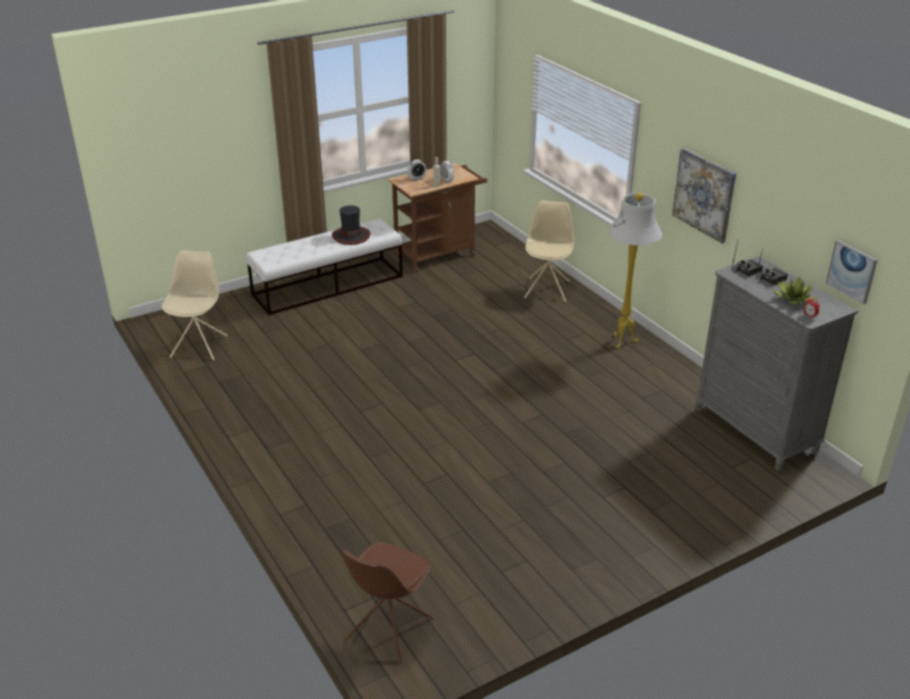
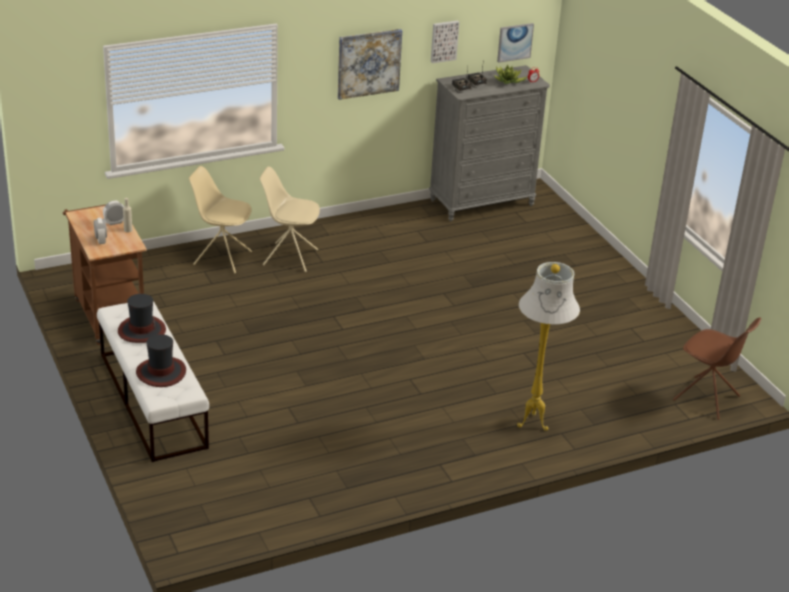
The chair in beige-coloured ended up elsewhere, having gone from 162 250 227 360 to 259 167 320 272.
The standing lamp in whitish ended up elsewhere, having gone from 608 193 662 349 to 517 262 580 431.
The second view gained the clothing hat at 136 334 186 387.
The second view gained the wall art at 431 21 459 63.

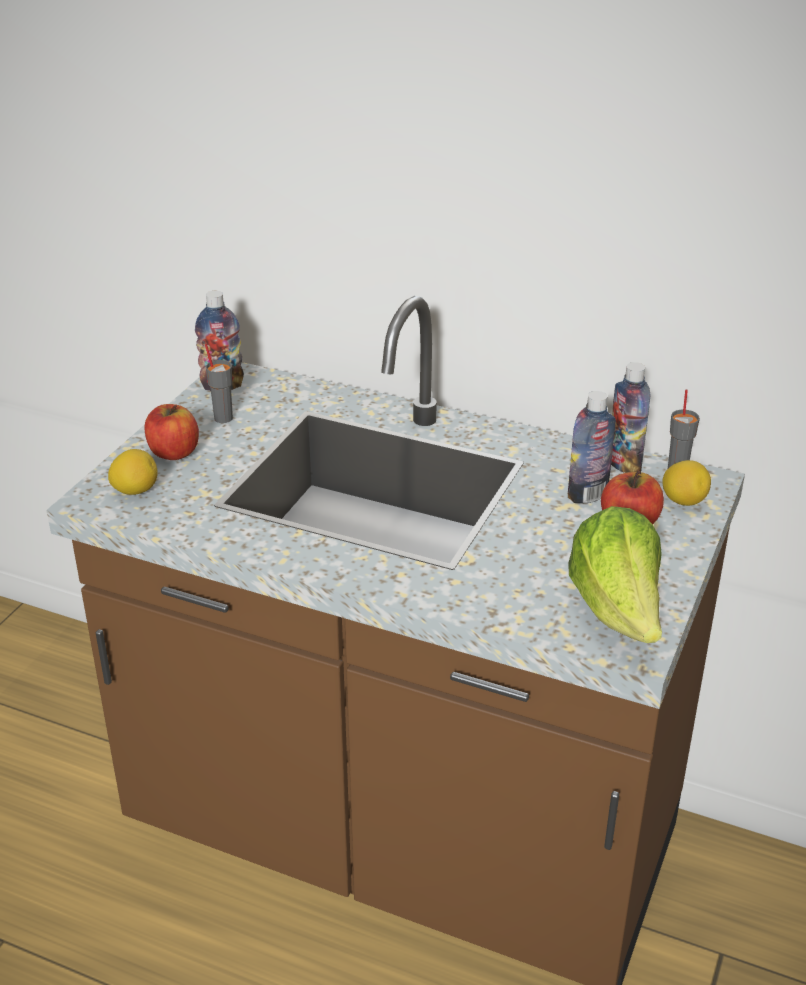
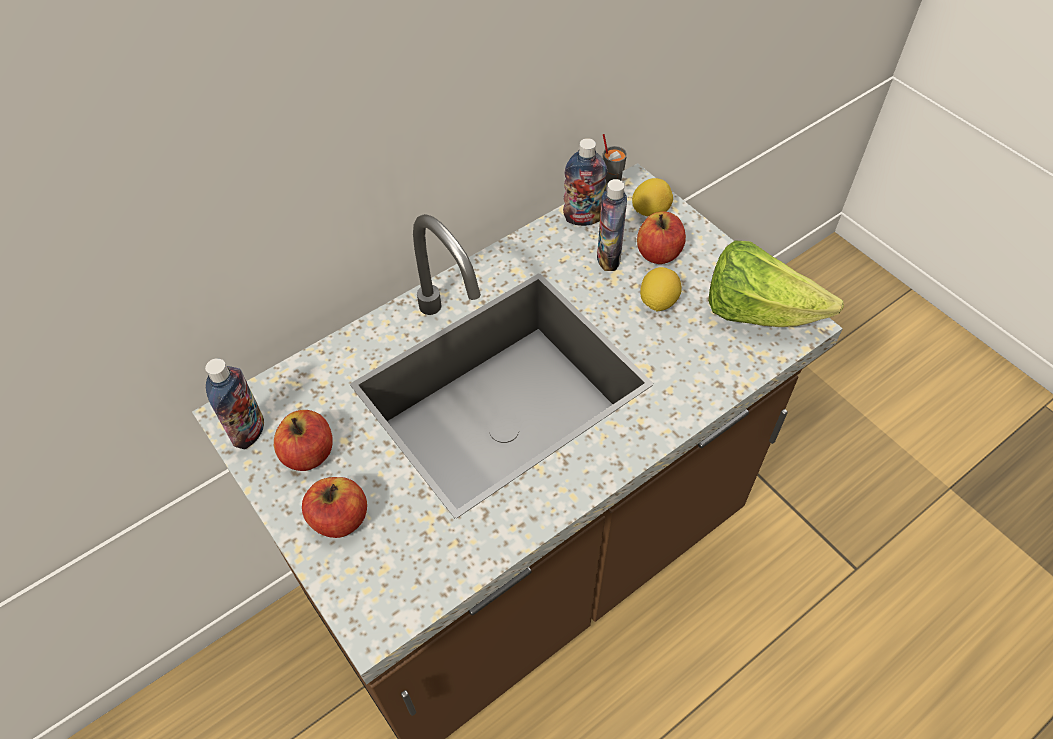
The citrus fruit ended up elsewhere, having gone from 108 449 158 495 to 640 267 682 311.
Where the small cup in gray stood at 205 344 233 423, the apple fruit came to stand at 274 410 333 471.

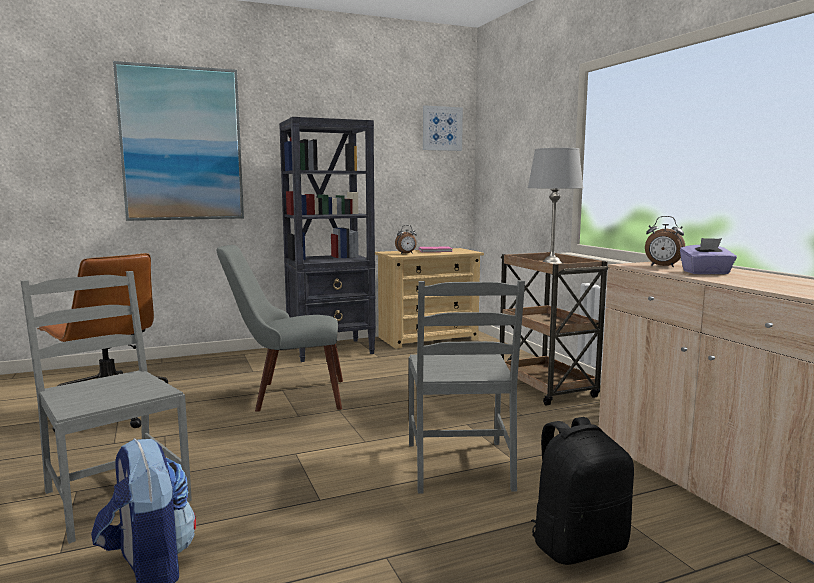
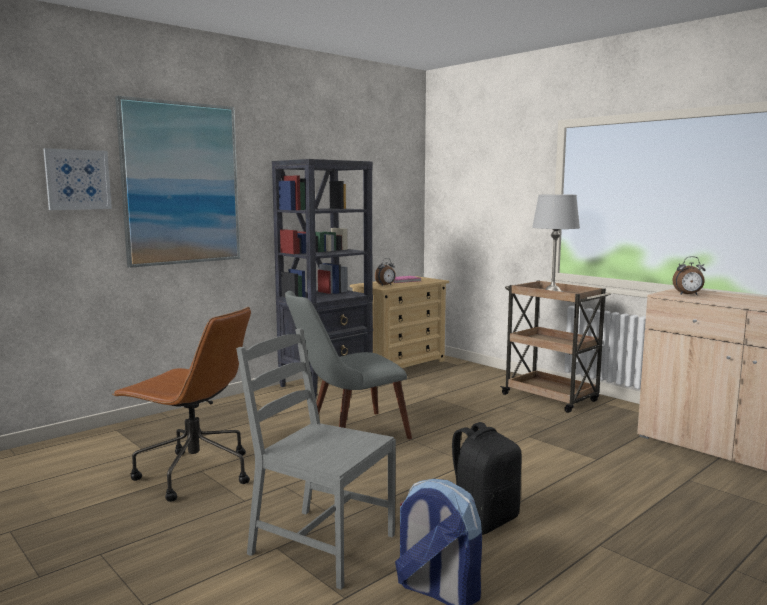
The second view lost the chair in gray at 409 280 525 494.
The wall art ended up elsewhere, having gone from 423 105 463 151 to 43 148 112 210.
The backpack in black ended up elsewhere, having gone from 531 417 634 565 to 452 422 522 535.
The second view lost the box of tissues in purple-coloured at 680 238 737 274.

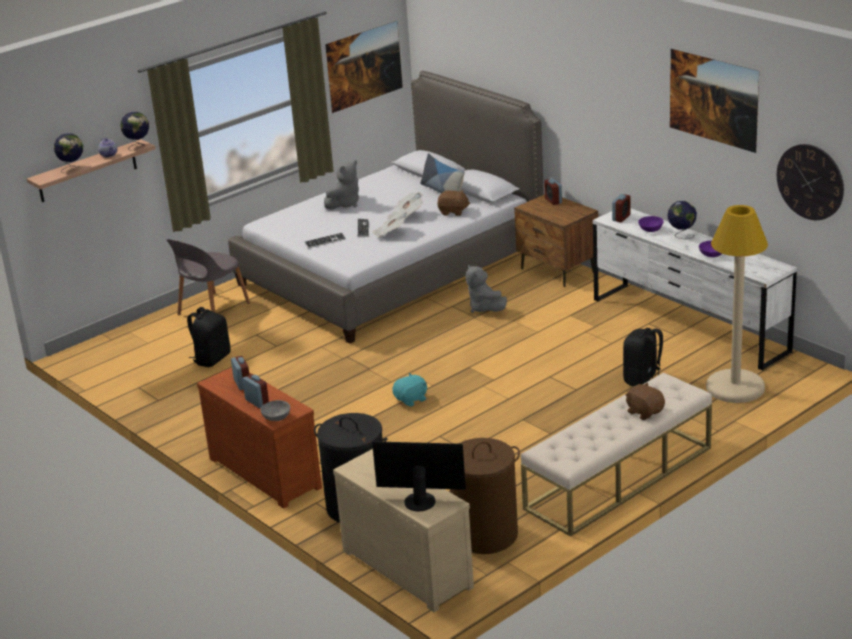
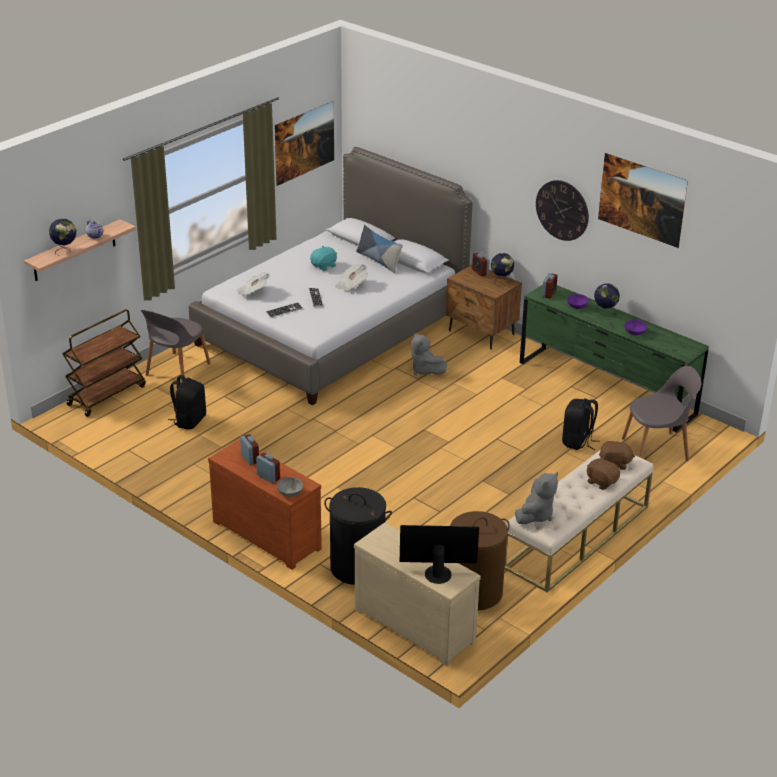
The world globe ended up elsewhere, having gone from 120 112 149 151 to 491 253 514 286.
The cuddly toy in gray ended up elsewhere, having gone from 324 160 359 209 to 515 472 558 524.
The daily paper ended up elsewhere, having gone from 373 211 408 238 to 237 272 270 297.
The cuddly toy in turquoise ended up elsewhere, having gone from 392 373 427 407 to 310 246 337 271.
The cuddly toy in brown-coloured ended up elsewhere, having gone from 437 190 470 216 to 599 440 635 470.
What was the chest of drawers in whitish at 593 208 797 371 turned into the chest of drawers in green-coloured at 520 285 709 433.
Where the standing lamp in beige-coloured stood at 706 205 768 403, the chair in gray came to stand at 622 366 701 461.
The wall clock ended up elsewhere, having gone from 777 144 844 220 to 536 180 589 241.
The second view gained the wheeled cart in brown-coloured at 63 309 146 417.

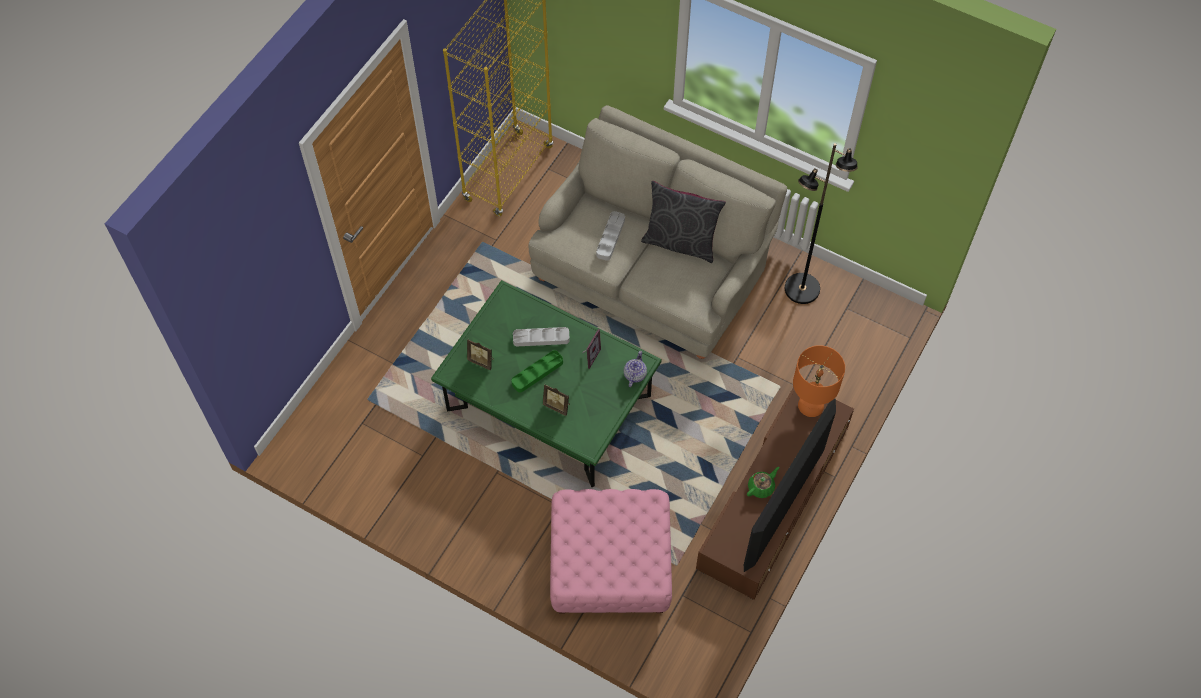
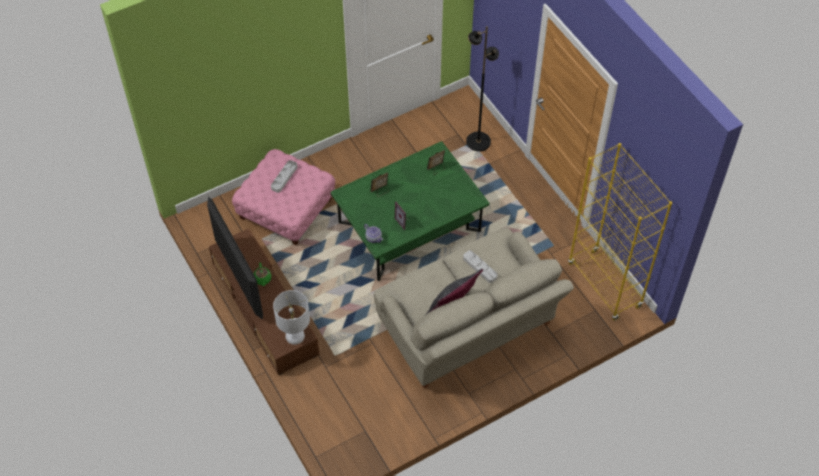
The second view lost the tray in green-coloured at 511 350 563 393.
The tray in gray ended up elsewhere, having gone from 513 327 570 346 to 271 160 298 193.
The standing lamp in black ended up elsewhere, having gone from 785 143 858 304 to 466 26 499 152.
What was the tabletop lamp in orange at 793 345 845 417 turned into the tabletop lamp in whitish at 273 290 310 345.

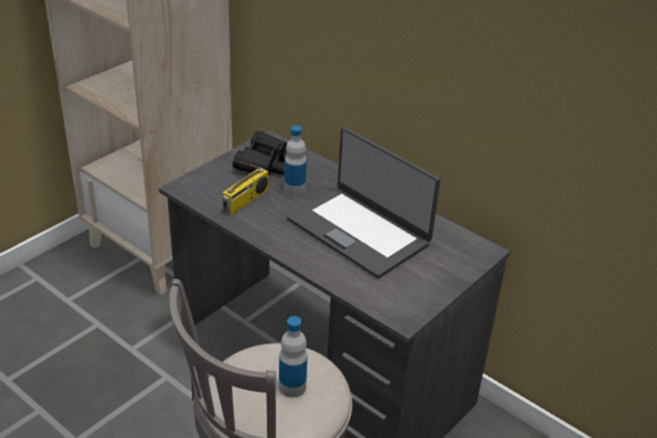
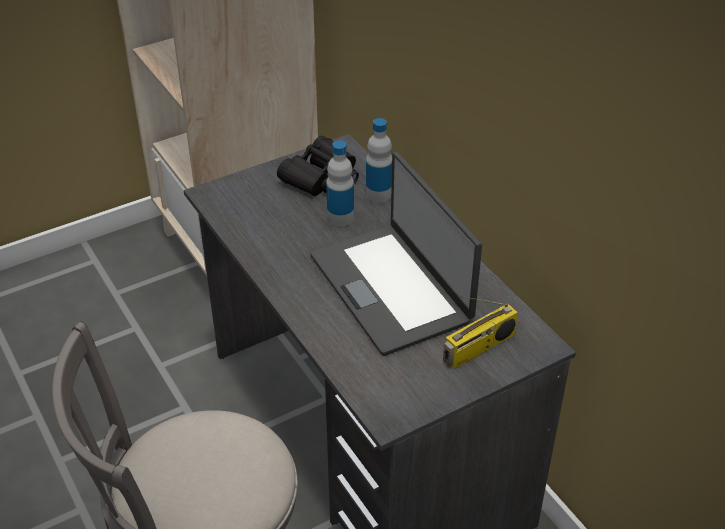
The radio ended up elsewhere, having gone from 222 158 268 215 to 443 296 518 369.
The beverage bottle ended up elsewhere, having gone from 279 316 307 398 to 366 118 392 203.

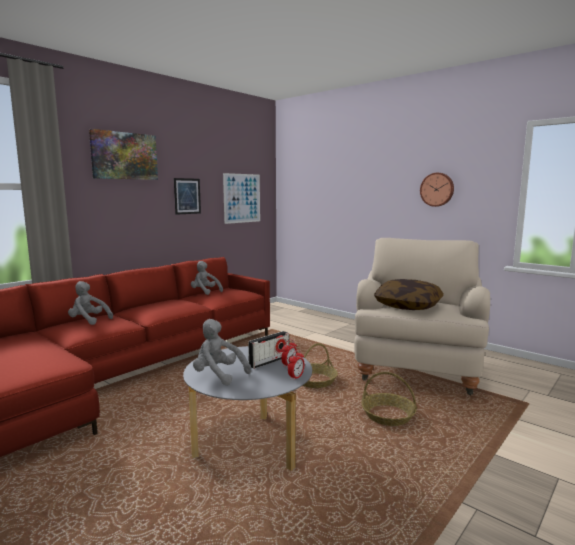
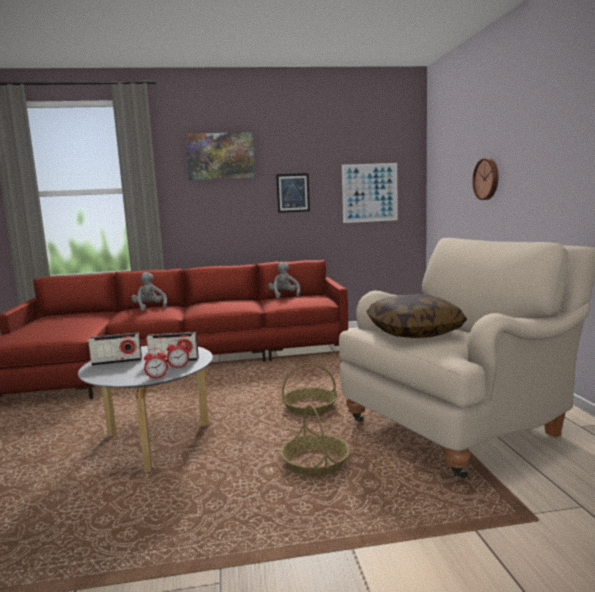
Where the cuddly toy in gray stood at 193 319 251 385, the radio came to stand at 88 333 142 366.
The wall clock ended up elsewhere, having gone from 420 173 454 207 to 472 158 498 200.

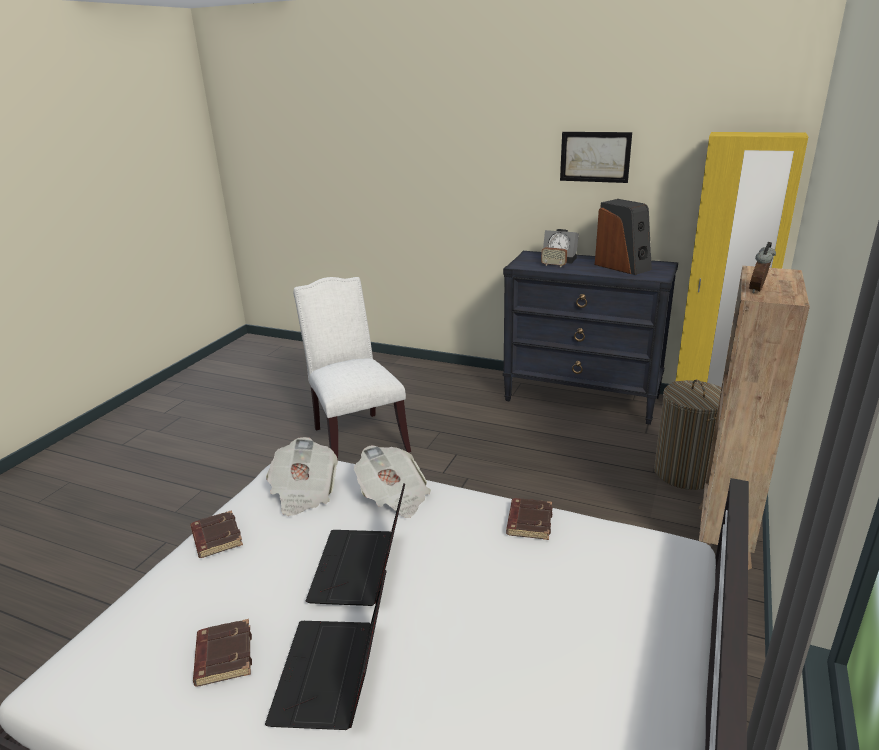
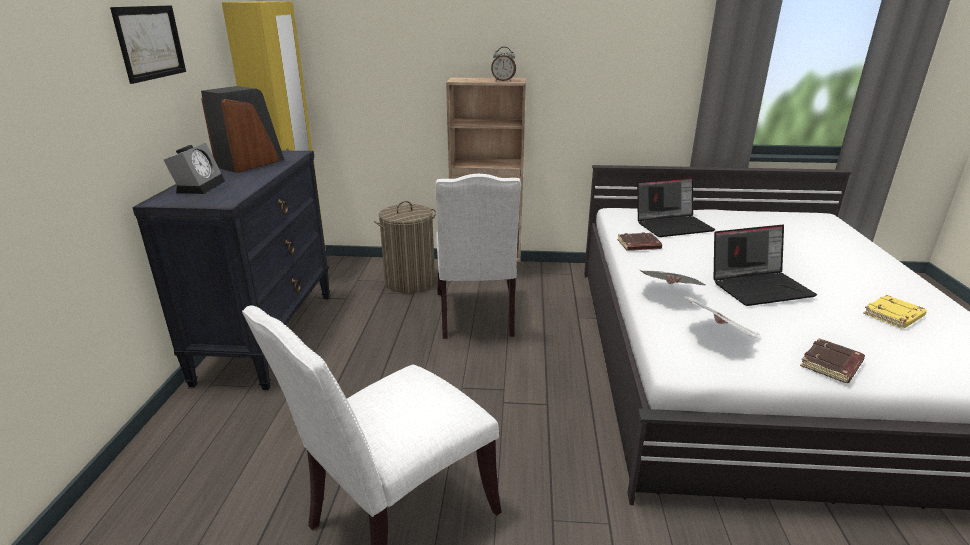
What was the book in brown-coloured at 193 619 252 686 turned into the book in yellow-coloured at 863 295 927 329.
The portable computer ended up elsewhere, having gone from 265 570 387 730 to 637 177 715 237.
The second view lost the radio at 541 235 567 267.
The second view gained the chair in whitish at 435 174 521 339.

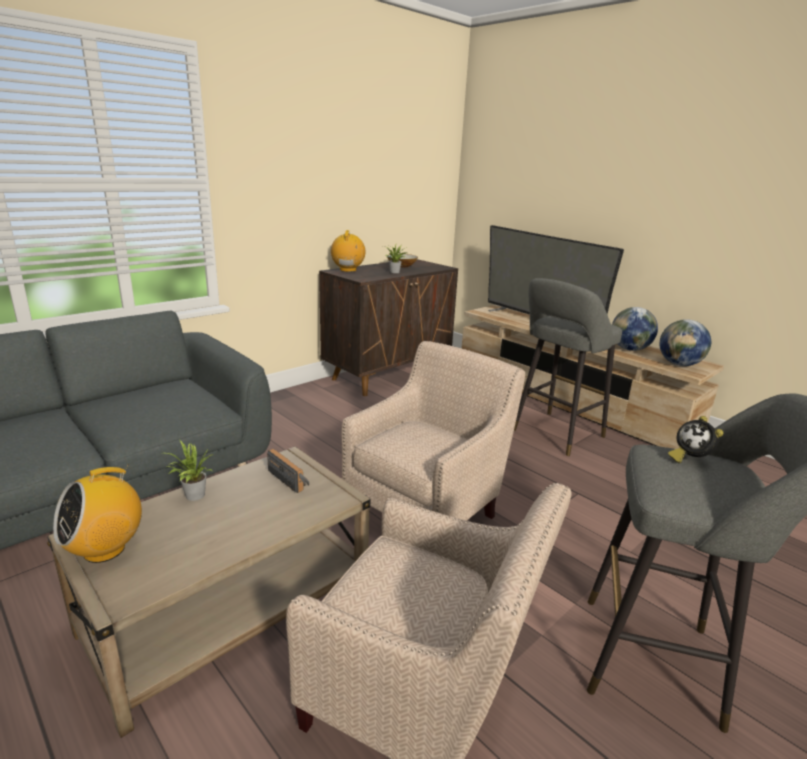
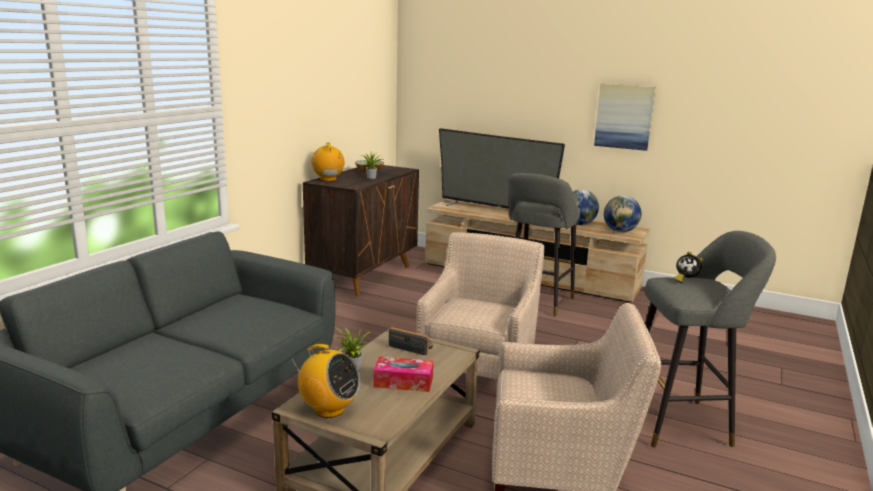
The radio at 53 464 142 563 ended up facing another way, 90 degrees counterclockwise from before.
The second view gained the box of tissues at 373 356 433 392.
The second view gained the wall art at 594 84 655 151.

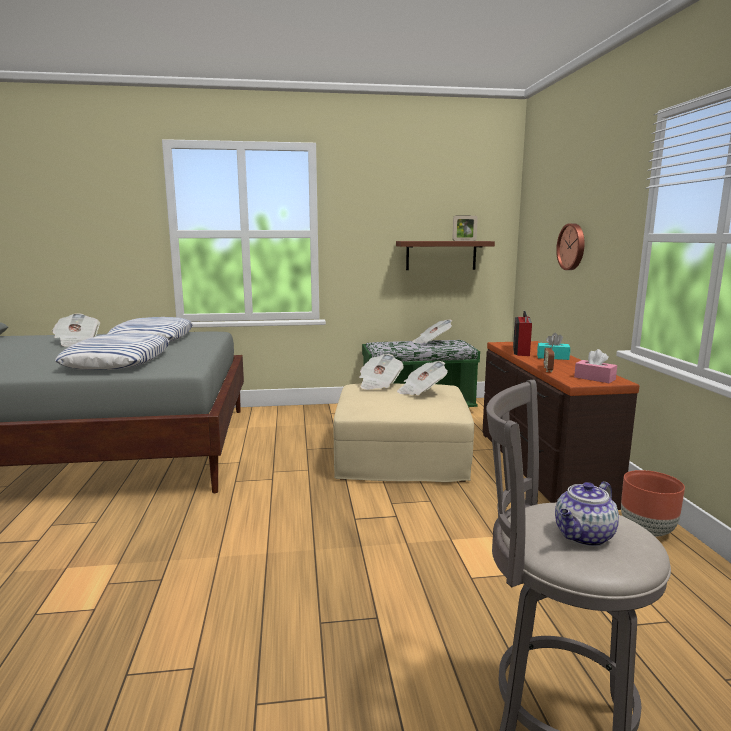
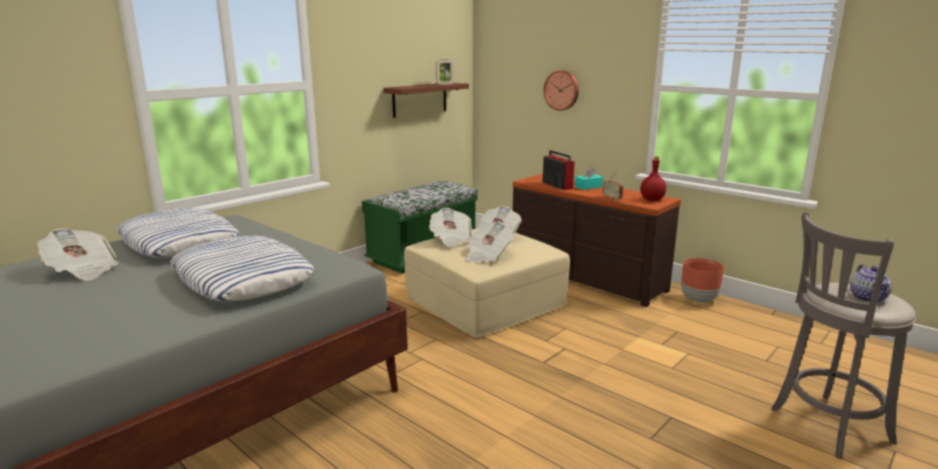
The daily paper ended up elsewhere, having gone from 412 319 452 343 to 466 222 514 262.
Where the box of tissues in pink-coloured stood at 574 349 617 383, the beverage bottle in reddish came to stand at 640 156 666 201.

